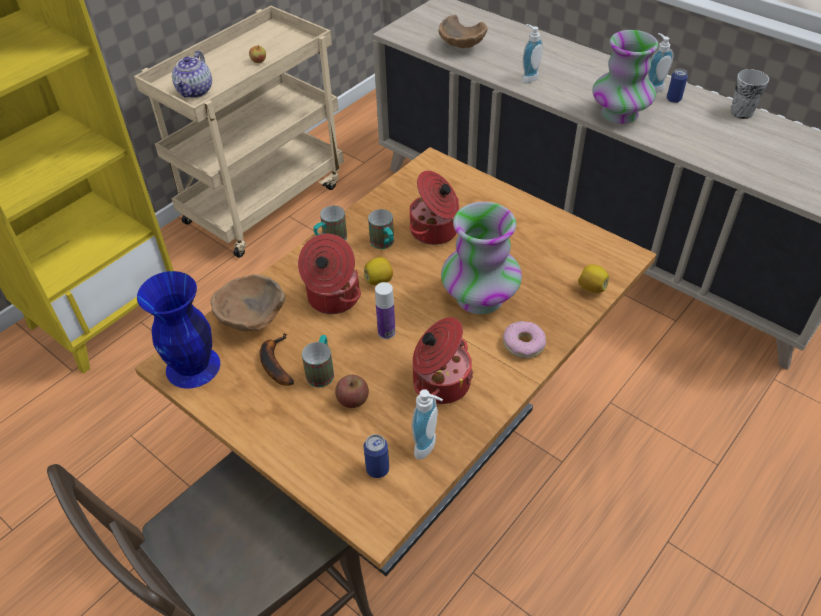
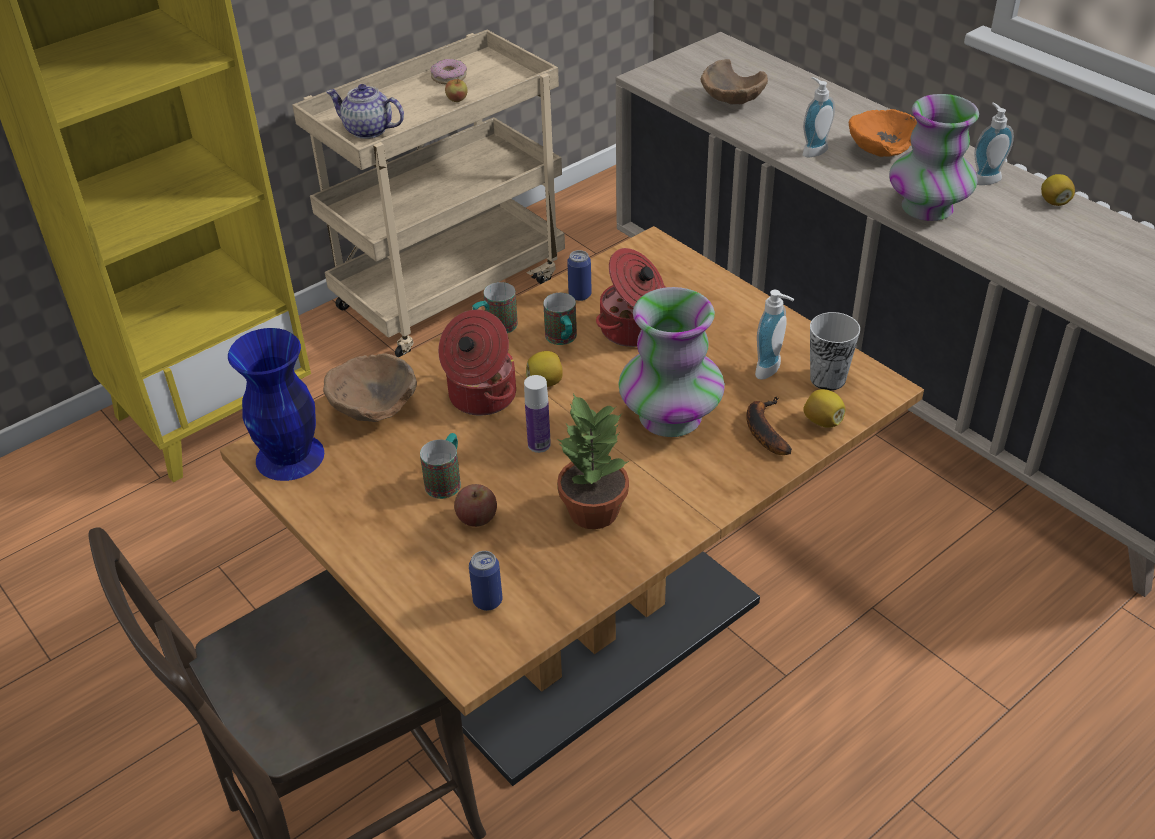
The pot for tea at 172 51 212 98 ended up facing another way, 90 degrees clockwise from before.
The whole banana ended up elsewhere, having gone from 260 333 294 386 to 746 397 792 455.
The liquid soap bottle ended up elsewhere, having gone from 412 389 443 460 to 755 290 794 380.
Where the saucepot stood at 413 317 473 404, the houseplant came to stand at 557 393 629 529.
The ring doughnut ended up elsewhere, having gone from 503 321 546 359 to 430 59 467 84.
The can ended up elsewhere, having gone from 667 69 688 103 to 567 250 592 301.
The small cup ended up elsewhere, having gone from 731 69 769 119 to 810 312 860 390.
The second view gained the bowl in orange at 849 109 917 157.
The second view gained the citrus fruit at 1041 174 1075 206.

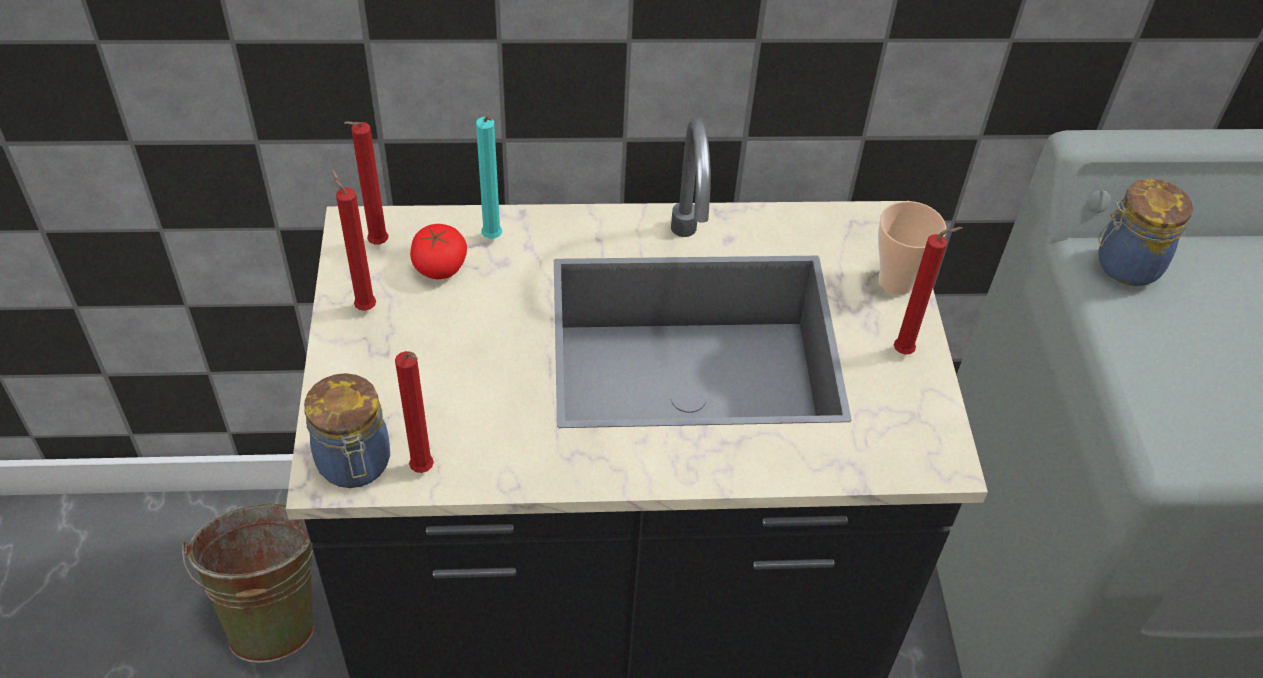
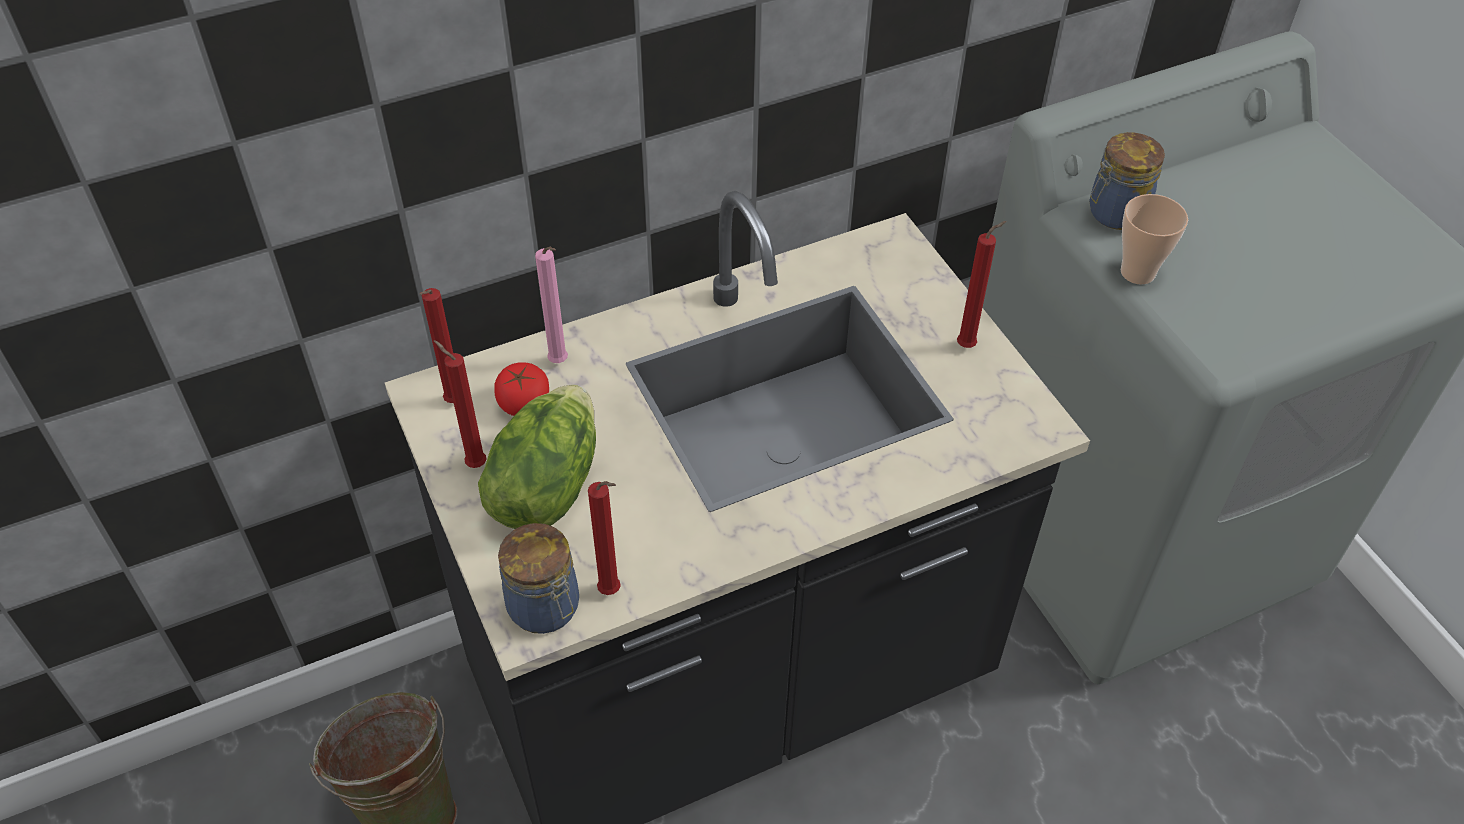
What was the wax candle in turquoise at 476 116 502 239 turned into the wax candle in pink-coloured at 535 247 568 363.
The small cup ended up elsewhere, having gone from 878 201 946 295 to 1121 194 1188 285.
The second view gained the lettuce at 478 384 596 529.

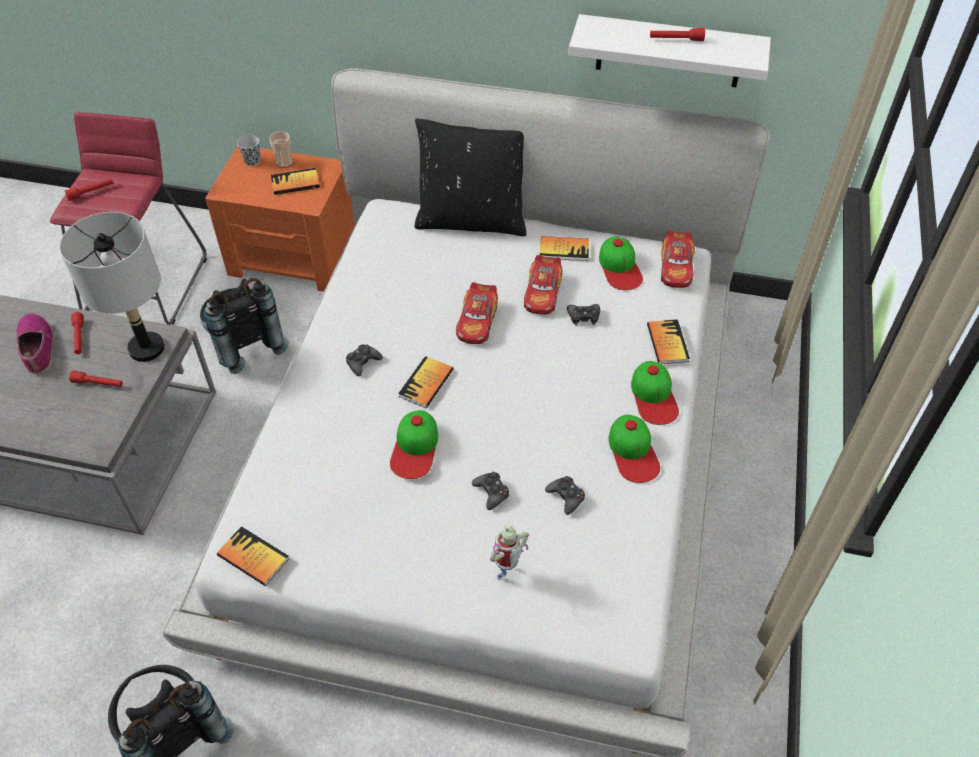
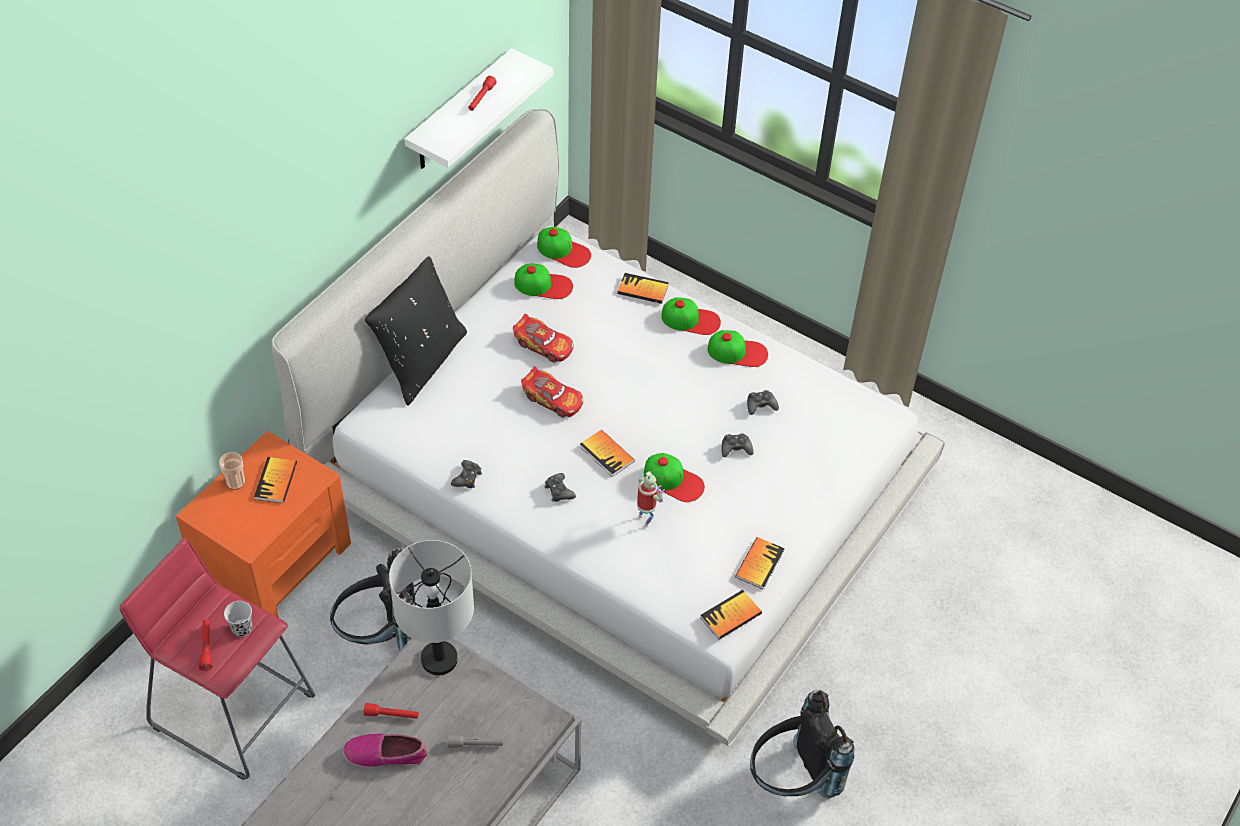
The second view lost the torch in reddish at 69 370 123 387.
The small cup in black ended up elsewhere, having gone from 237 135 261 166 to 224 601 252 637.
The model robot ended up elsewhere, having gone from 490 522 529 580 to 637 471 665 527.
The book ended up elsewhere, having gone from 540 236 589 261 to 735 537 785 590.
The gamepad in black ended up elsewhere, having gone from 567 304 600 325 to 451 460 482 488.
Where the model car stood at 661 231 695 288, the peaked cap came to stand at 537 227 591 268.
The second view gained the torch in gray at 448 735 503 748.

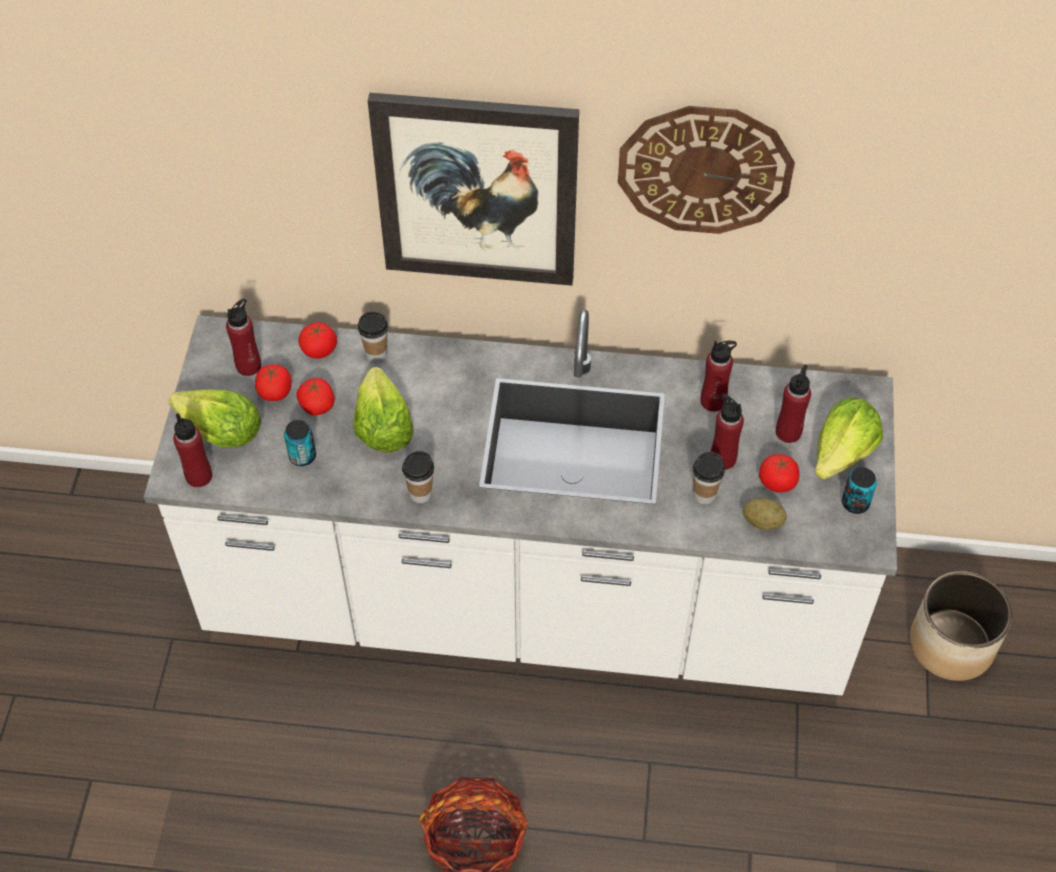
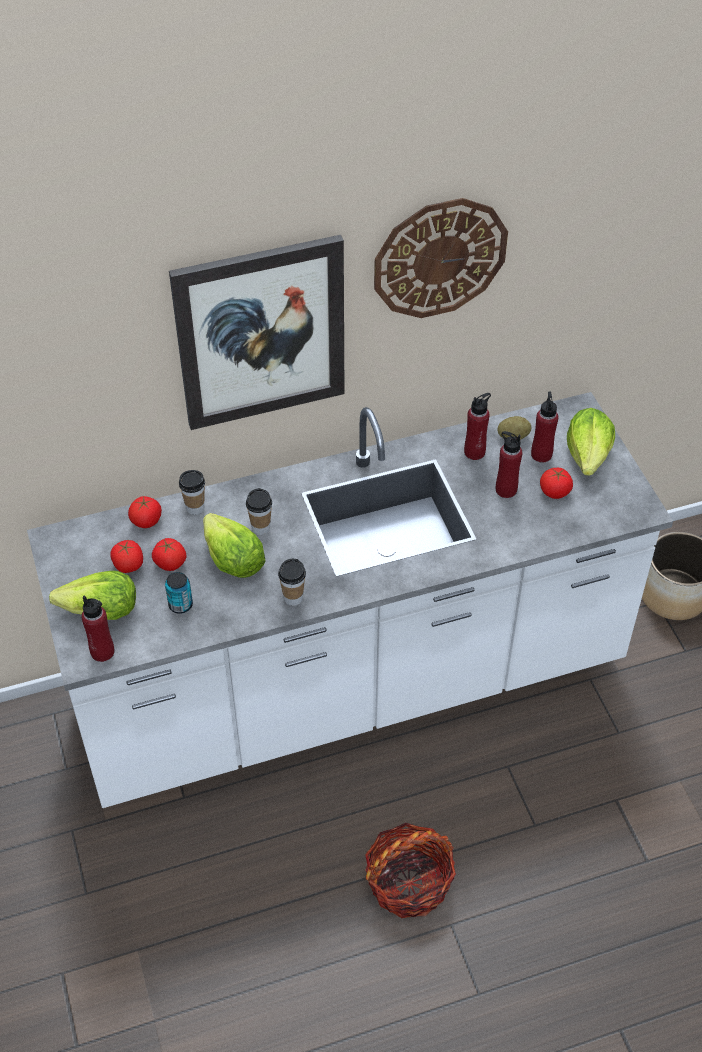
The second view lost the beverage bottle in reddish at 226 298 261 376.
The small cup ended up elsewhere, having gone from 693 452 725 504 to 246 488 272 535.
The whole potato ended up elsewhere, having gone from 743 498 787 530 to 497 416 531 440.
The second view lost the can at 842 467 877 514.

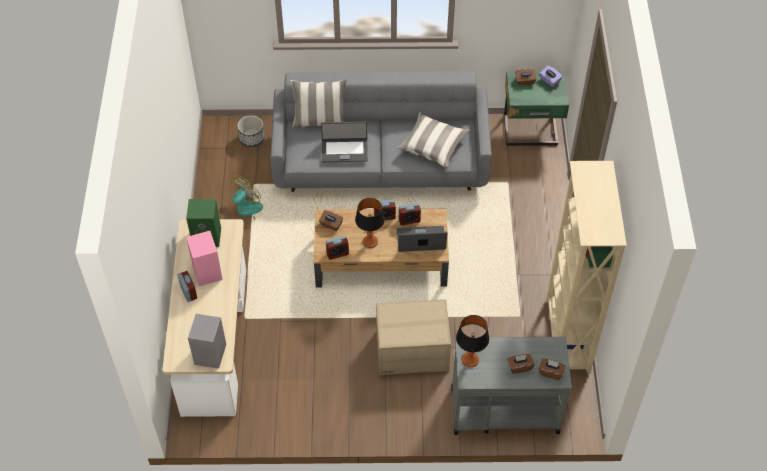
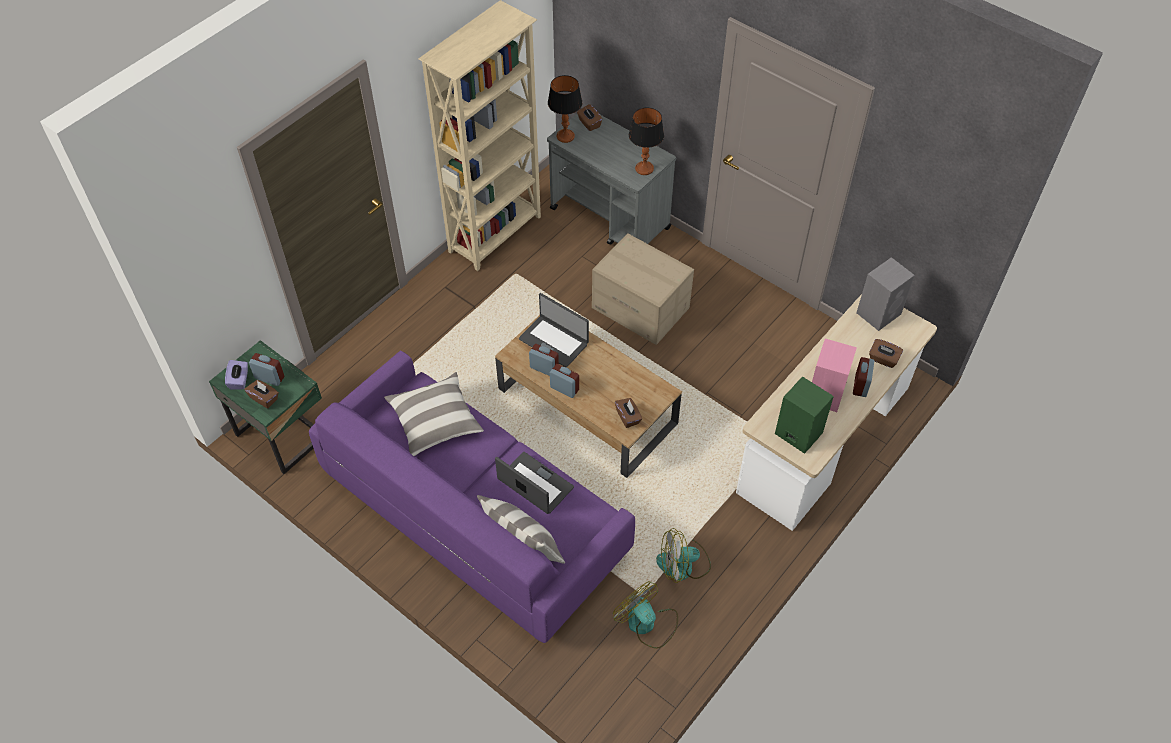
The second view lost the planter at 237 116 265 147.
What was the settee in gray at 270 71 492 192 turned into the settee in purple-coloured at 309 350 635 643.
The bedside clock ended up elsewhere, having gone from 326 236 349 260 to 249 353 284 386.
The tabletop lamp ended up elsewhere, having gone from 355 198 385 248 to 548 75 582 143.
The box of tissues in brown-coloured ended up elsewhere, having gone from 507 354 535 374 to 869 339 903 368.
The second view gained the fan at 613 581 678 649.

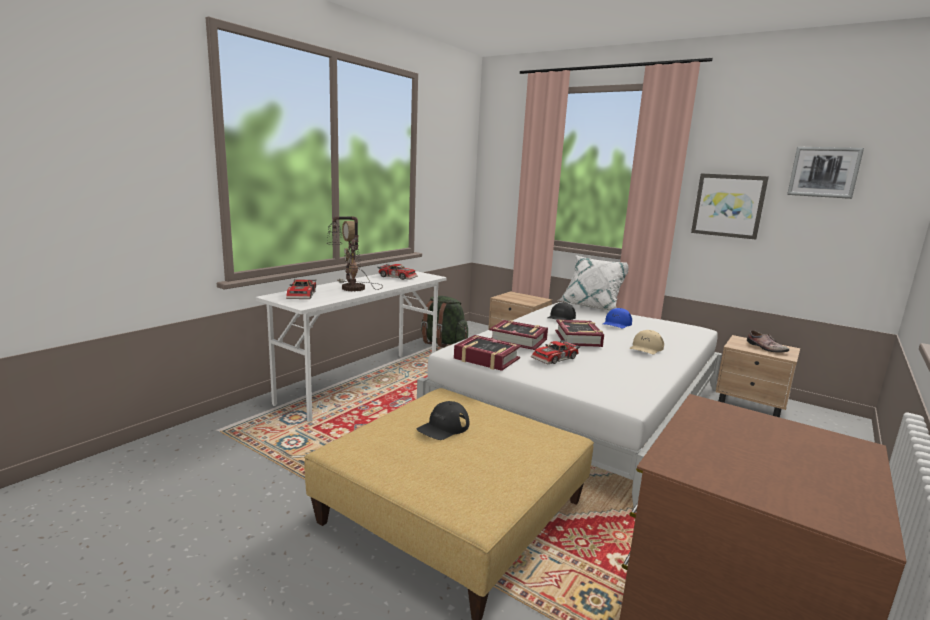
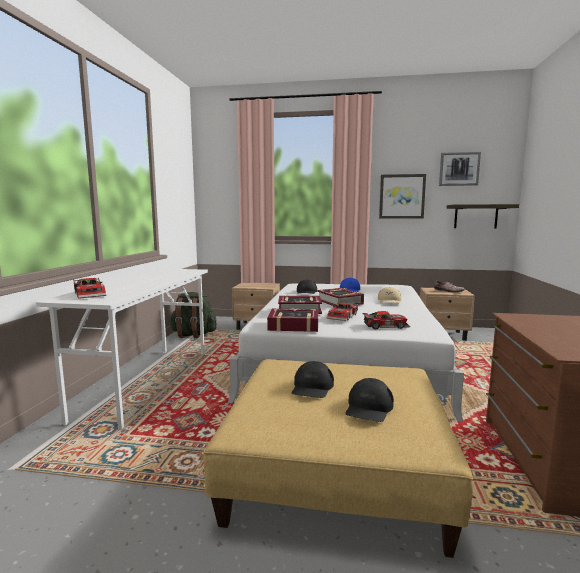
The second view lost the tabletop lamp at 326 216 383 291.
The model car ended up elsewhere, having gone from 377 264 418 280 to 362 311 410 329.
The second view lost the cushion in whitish at 558 255 628 310.
The second view gained the peaked cap in black at 346 378 394 422.
The second view gained the shelf at 447 204 519 228.

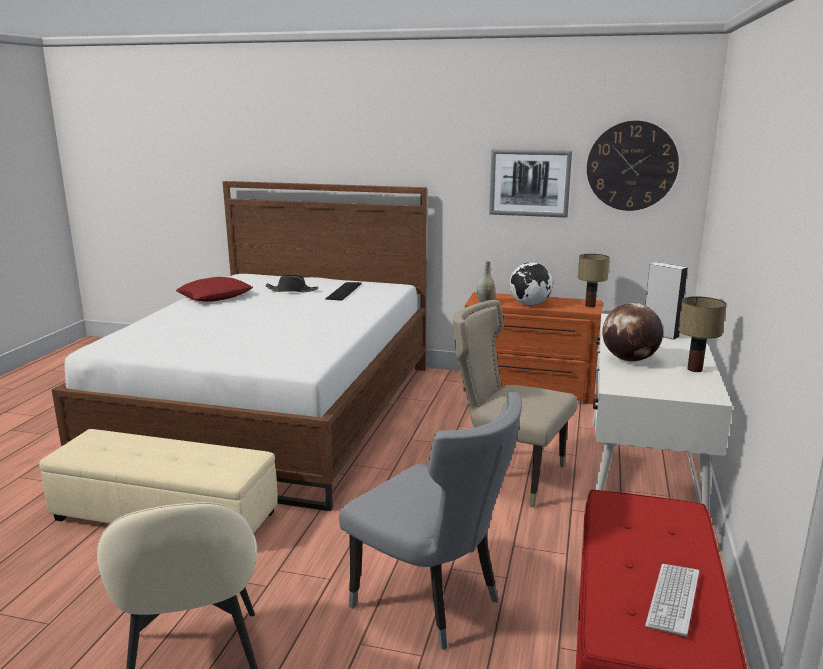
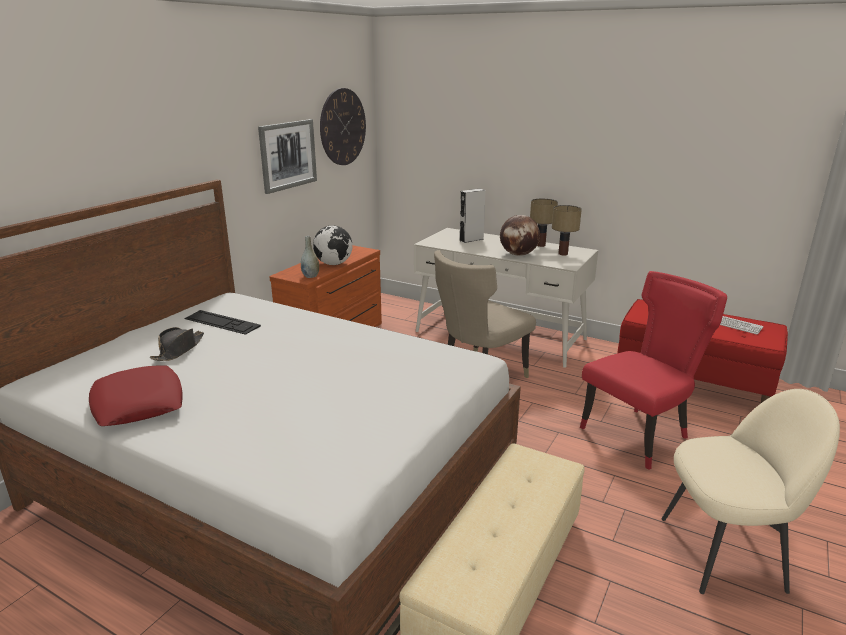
What was the chair in gray at 339 392 522 650 turned into the chair in reddish at 580 271 727 470.
The tabletop lamp ended up elsewhere, having gone from 578 254 610 307 to 552 205 582 256.

